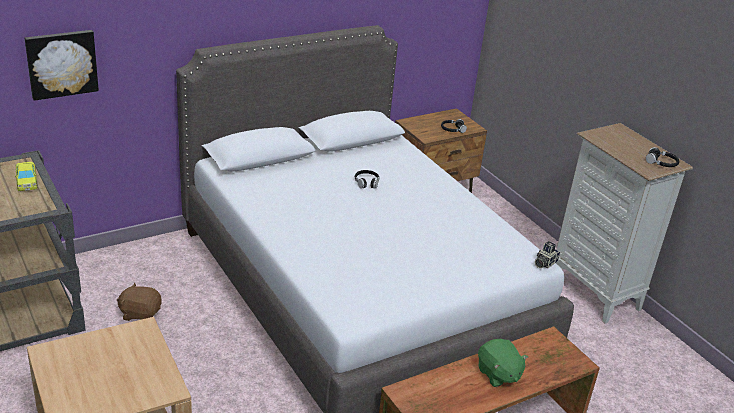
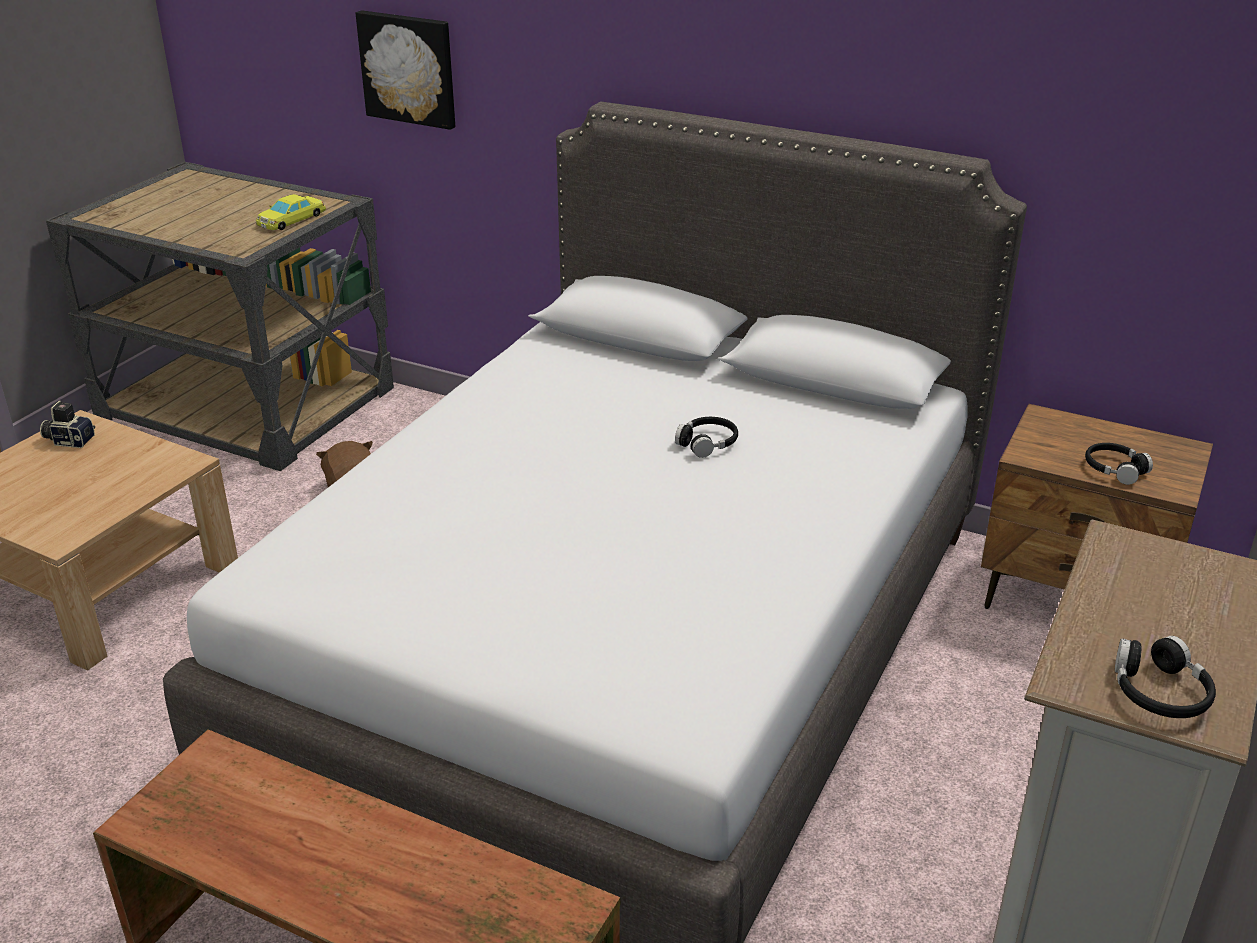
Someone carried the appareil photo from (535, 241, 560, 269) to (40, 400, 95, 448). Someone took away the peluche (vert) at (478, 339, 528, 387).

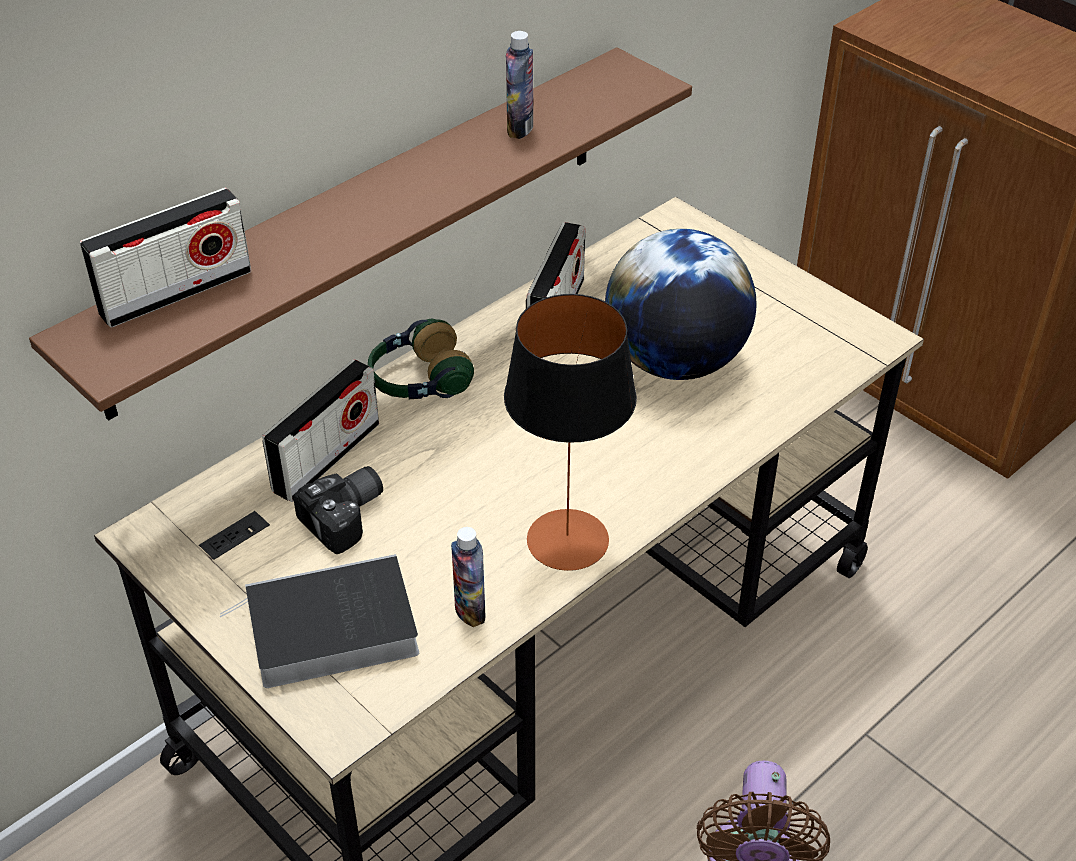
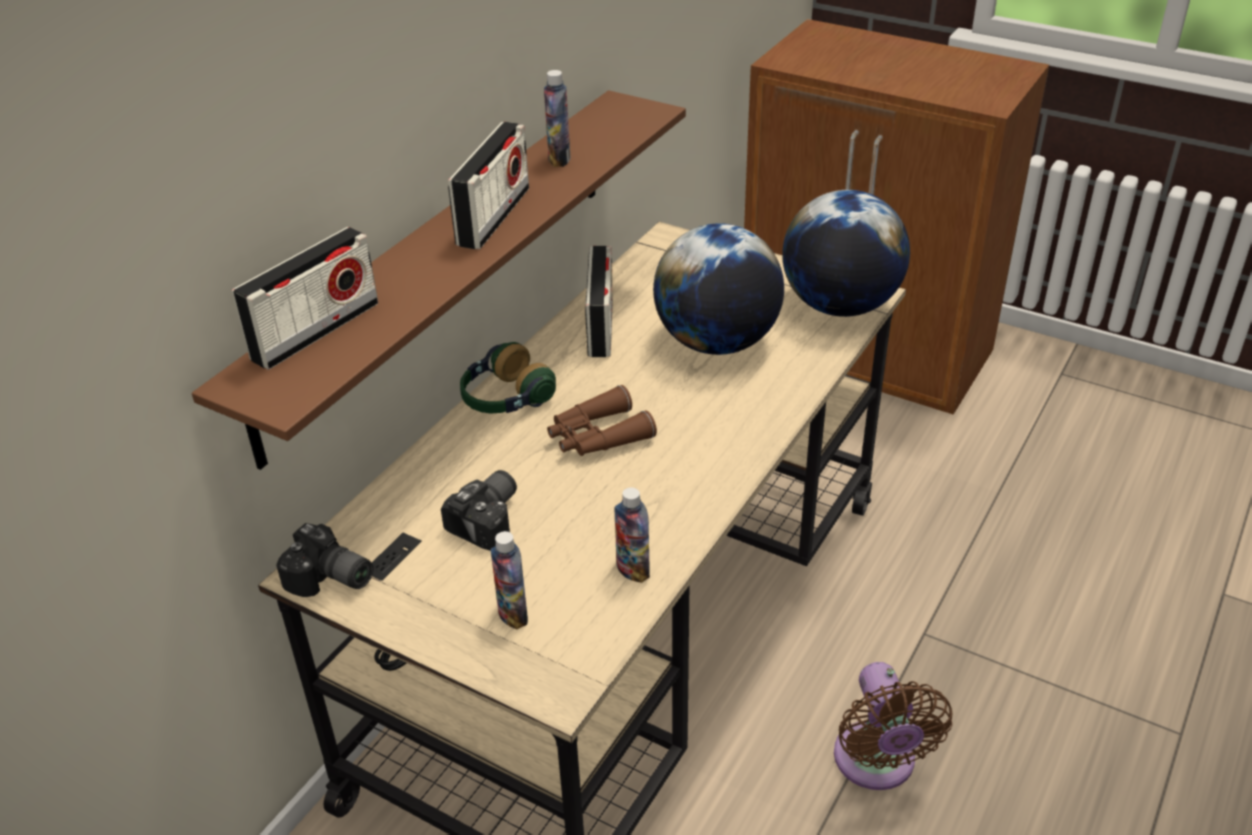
Someone took away the lampe de table at (504, 294, 637, 571). Someone carried the radio from (262, 359, 379, 502) to (448, 122, 529, 249). Someone swapped the livre at (220, 554, 419, 688) for the bouteille at (491, 531, 528, 629). Someone put down the globe at (782, 190, 910, 317). Someone put down the jumelles (marron) at (547, 385, 657, 456). Someone put down the appareil photo at (276, 523, 374, 597).

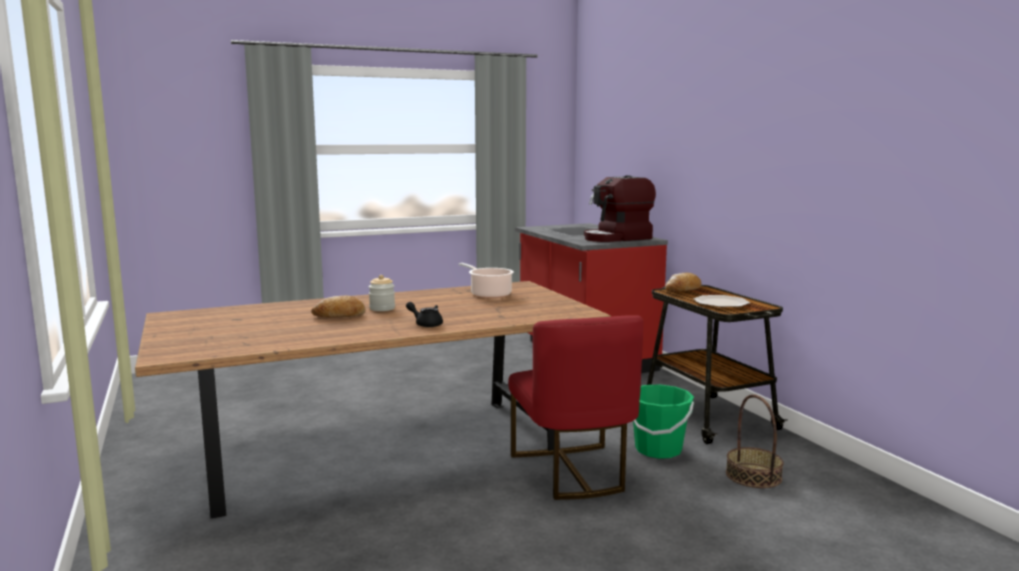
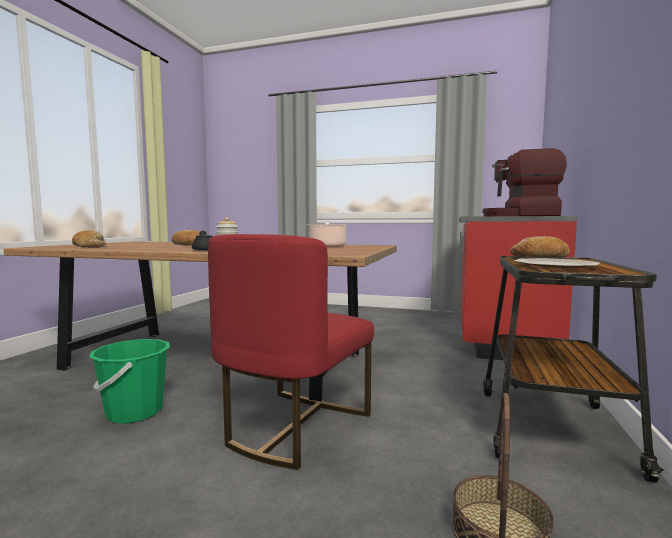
Someone carried the seau (vert) from (633, 384, 694, 459) to (89, 339, 170, 423). Someone put down the pain at (72, 230, 106, 248).

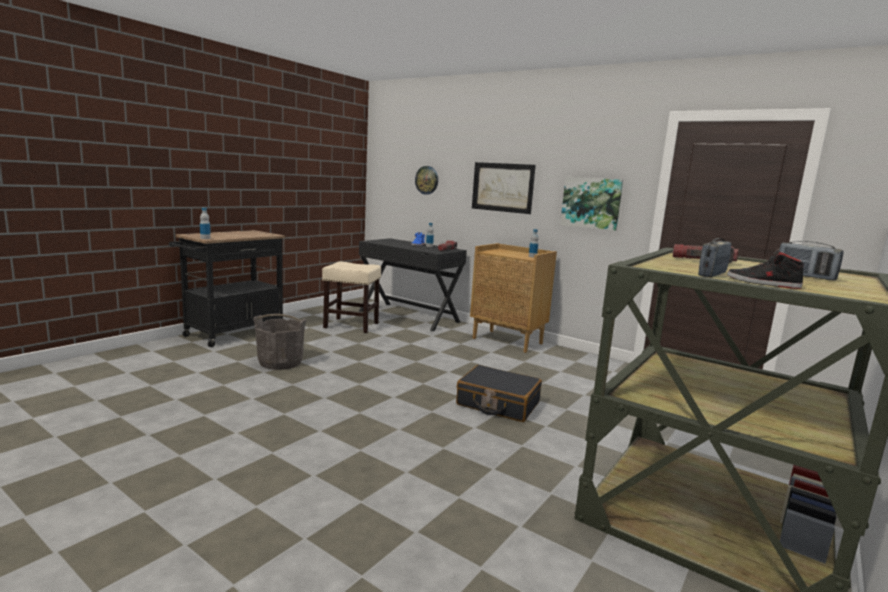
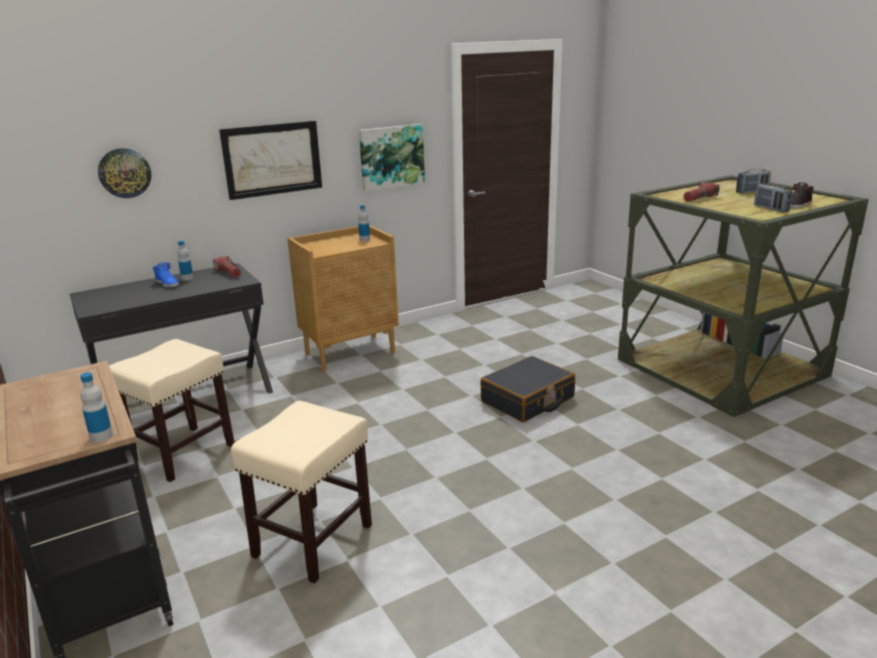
Someone swapped the seau (gris) at (253, 314, 306, 370) for the tabouret (beige) at (231, 401, 372, 583).

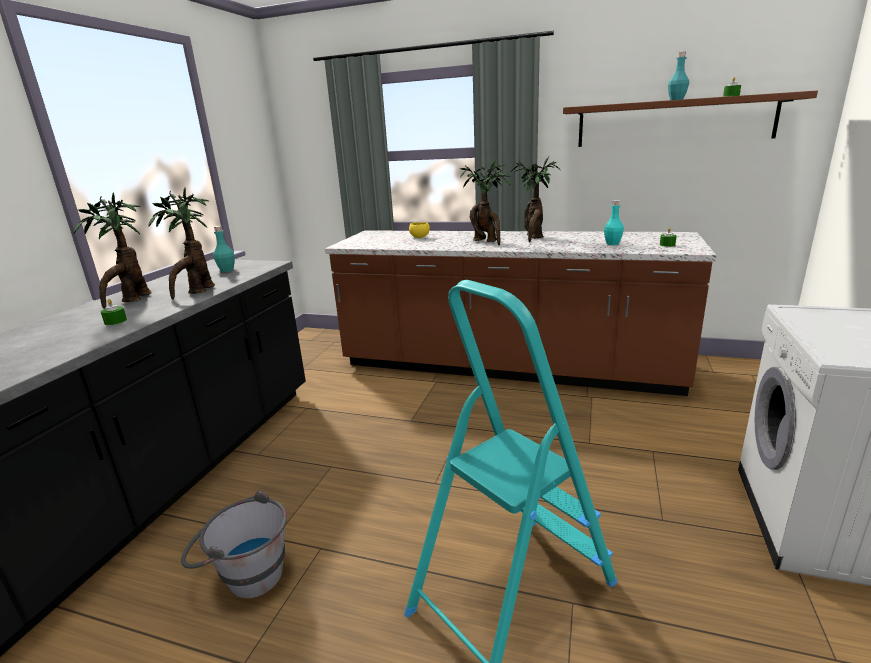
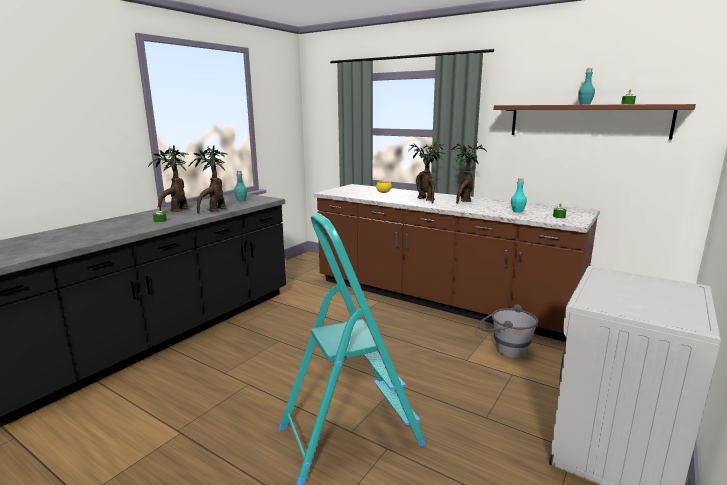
Someone carried the seau (gris) from (181, 490, 287, 599) to (478, 304, 538, 358).

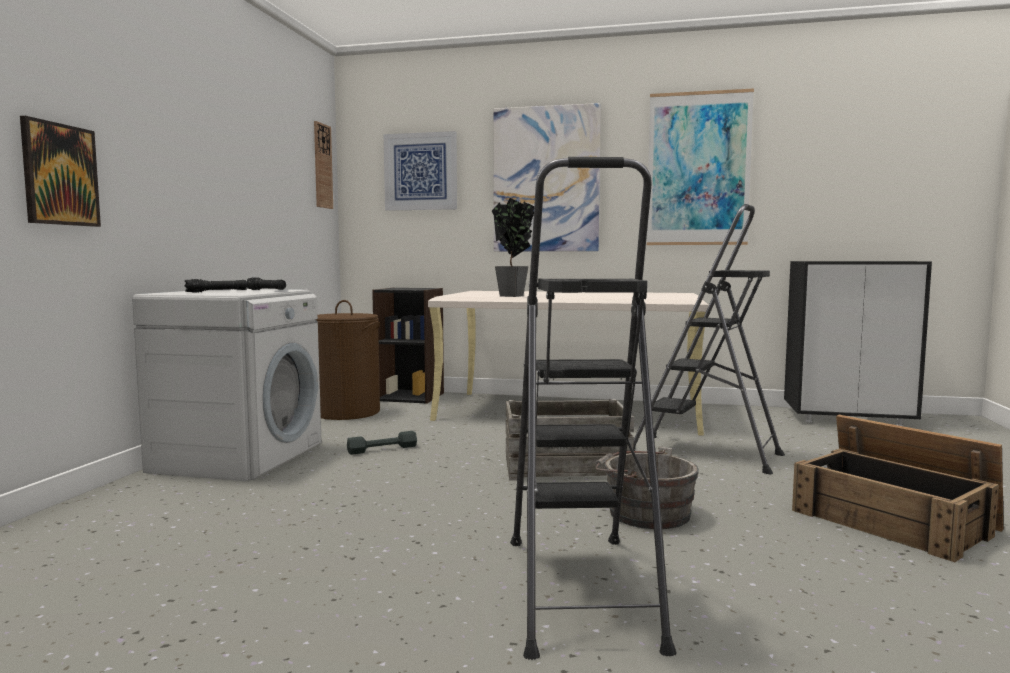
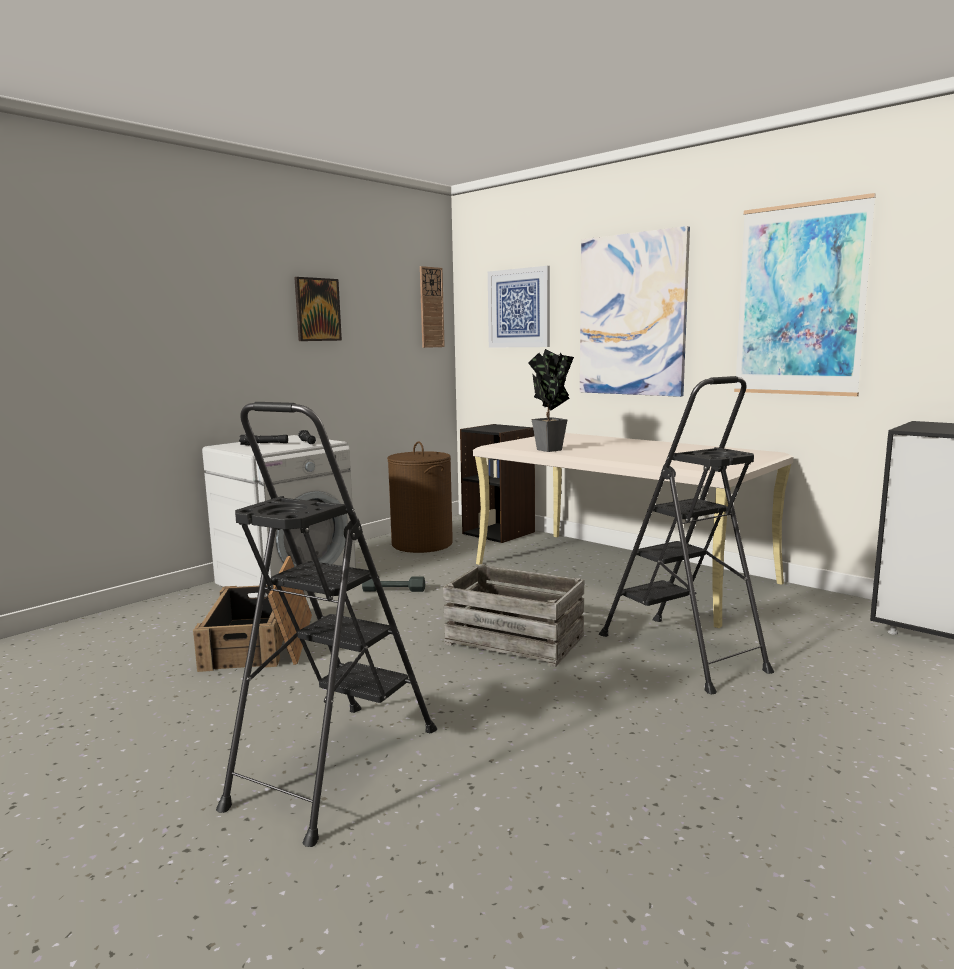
Someone carried the tableau from (20, 116, 101, 227) to (294, 277, 342, 341). Someone carried the caisse from (792, 414, 1004, 562) to (193, 556, 312, 672). Someone took away the seau (gris) at (595, 446, 699, 529).

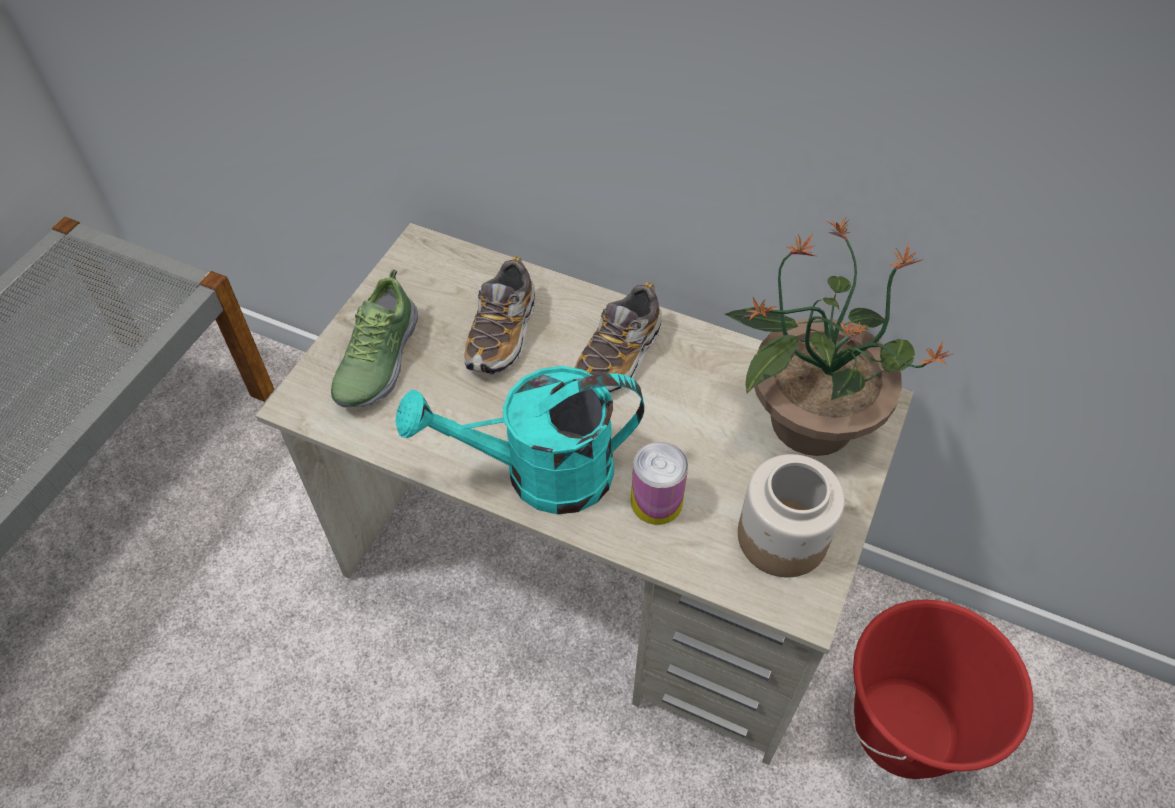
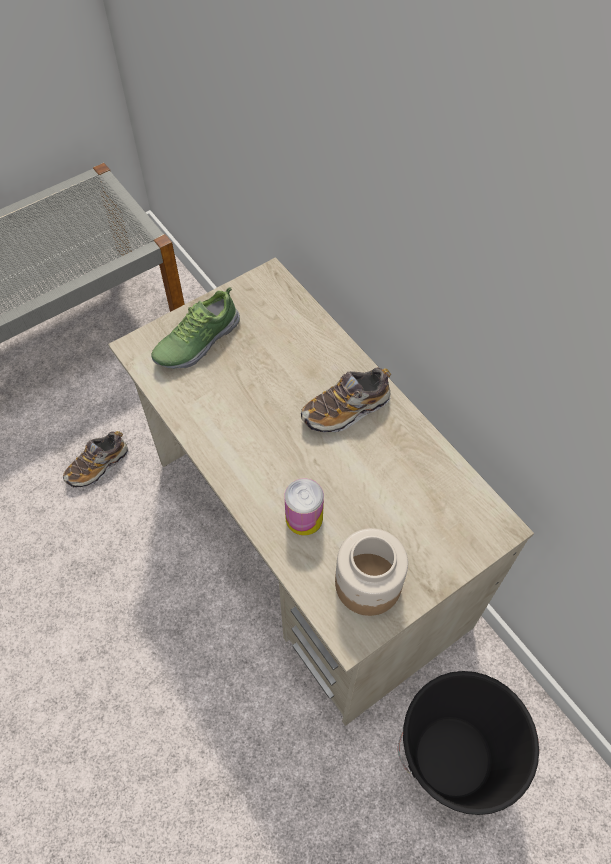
Someone took away the plante en pot at (725, 216, 955, 456). Someone carried the chaussure from (464, 256, 535, 375) to (63, 431, 129, 487). Someone took away the arrosoir (turquoise) at (396, 366, 644, 514). Someone repainted the seau (rouge) at (848, 599, 1033, 779), which became the seau (noir) at (398, 671, 539, 815).

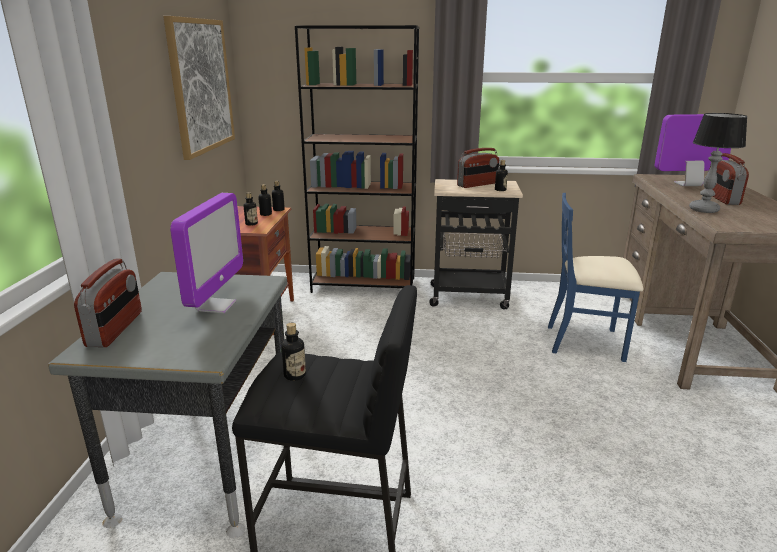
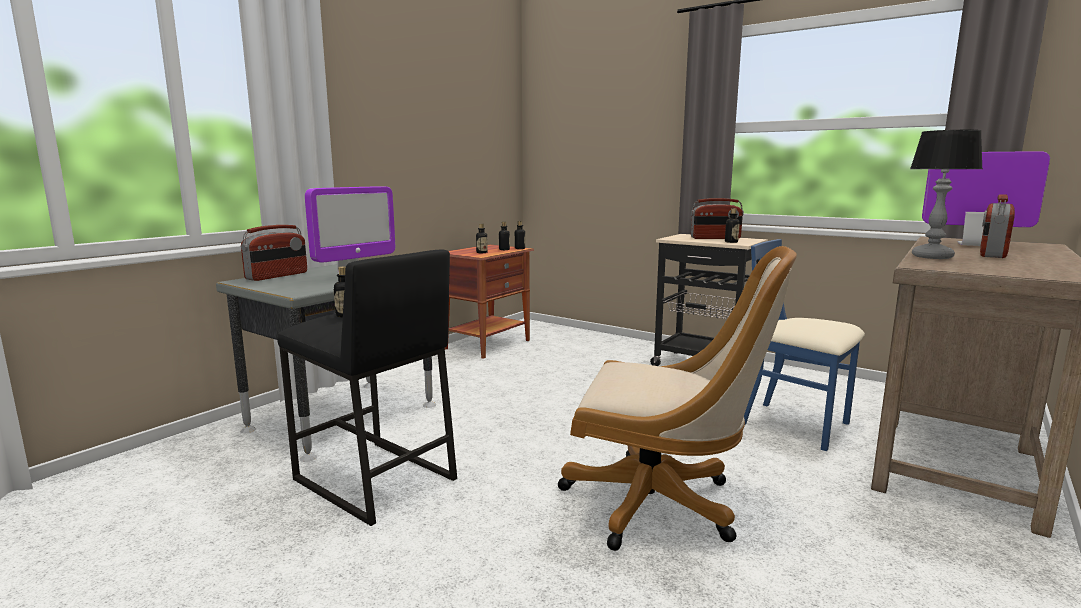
Someone took away the tableau at (163, 16, 235, 160). Someone took away the bibliothèque (marron) at (295, 25, 419, 293). Someone put down the chaise de bureau at (558, 246, 797, 551).

